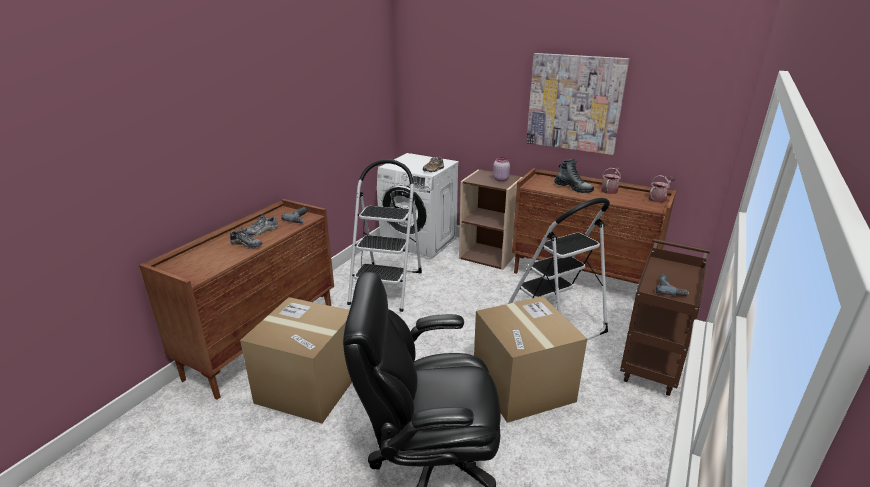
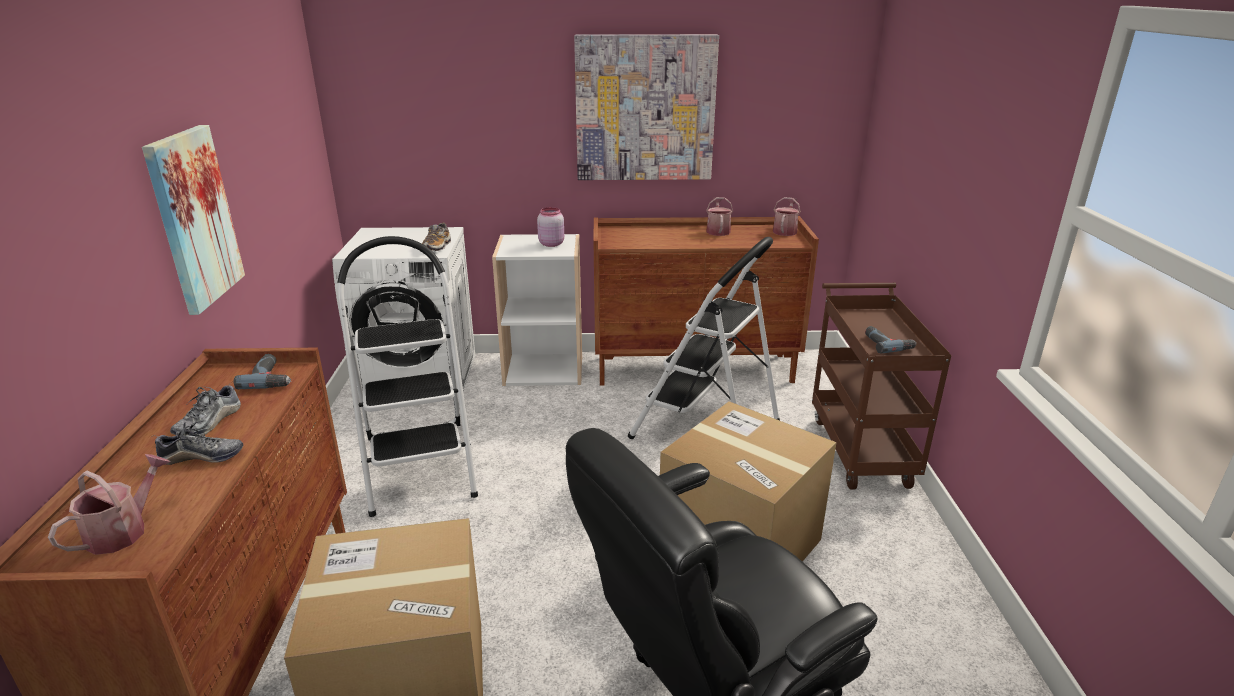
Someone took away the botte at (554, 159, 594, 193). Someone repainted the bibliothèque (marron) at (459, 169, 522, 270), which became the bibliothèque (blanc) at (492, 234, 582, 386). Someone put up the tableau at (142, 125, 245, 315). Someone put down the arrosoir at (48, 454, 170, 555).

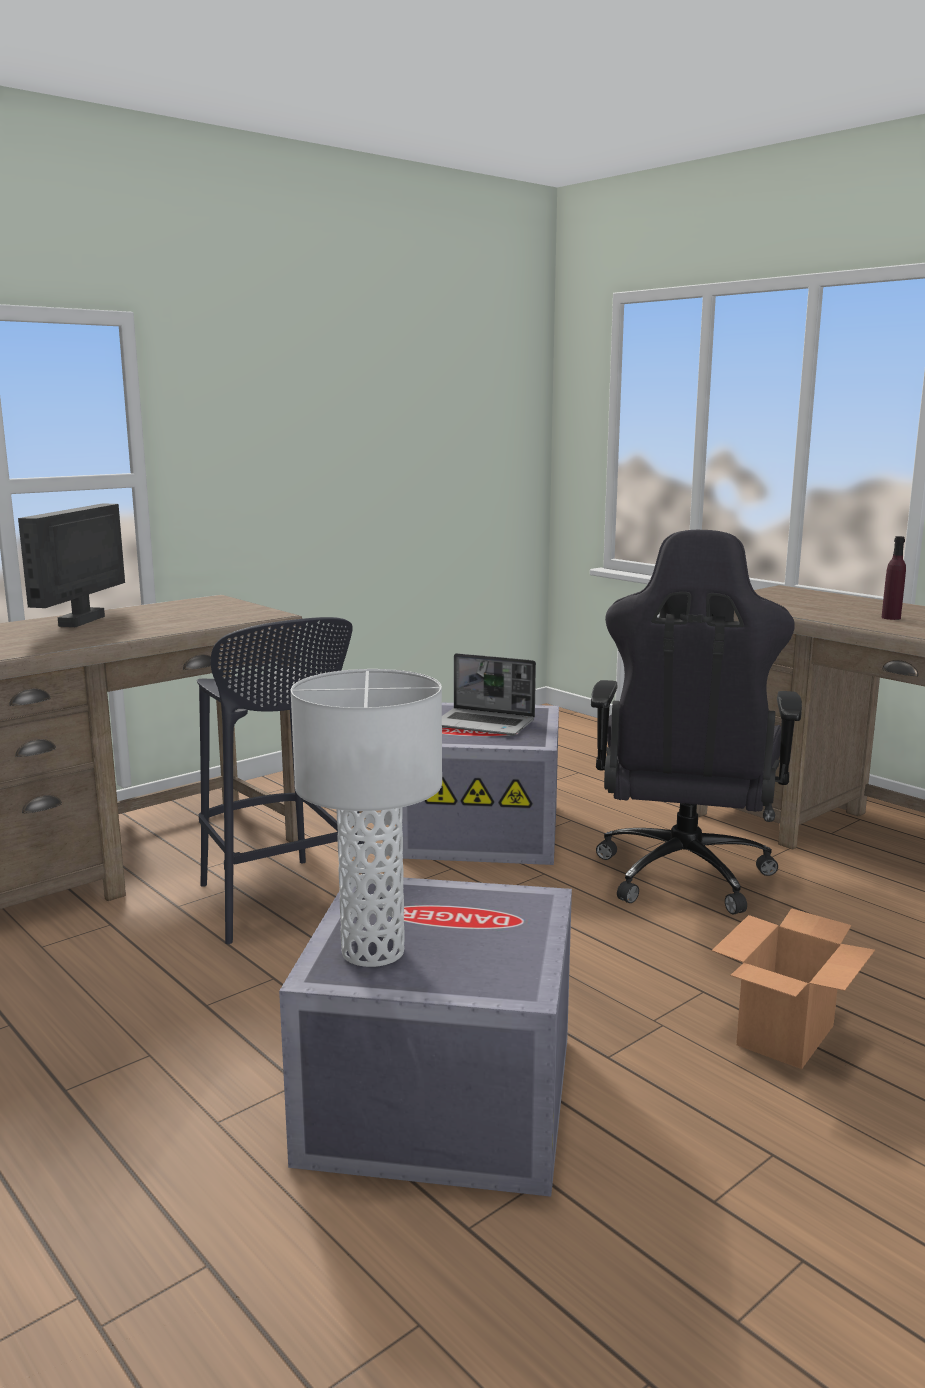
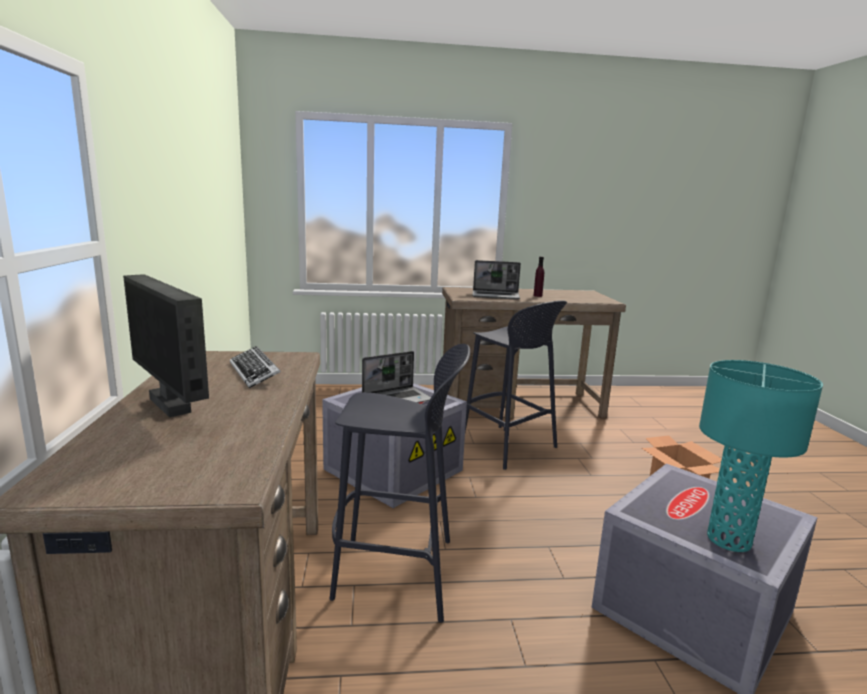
Someone swapped the chaise de bureau (noir) at (591, 530, 802, 914) for the tabouret (gris) at (465, 300, 567, 470). Someone repainted the lampe de table (blanc) at (291, 669, 442, 967), which became the lampe de table (turquoise) at (699, 360, 823, 552). Someone put down the ordinateur portable at (472, 260, 521, 300). Someone put down the clavier at (230, 346, 281, 388).

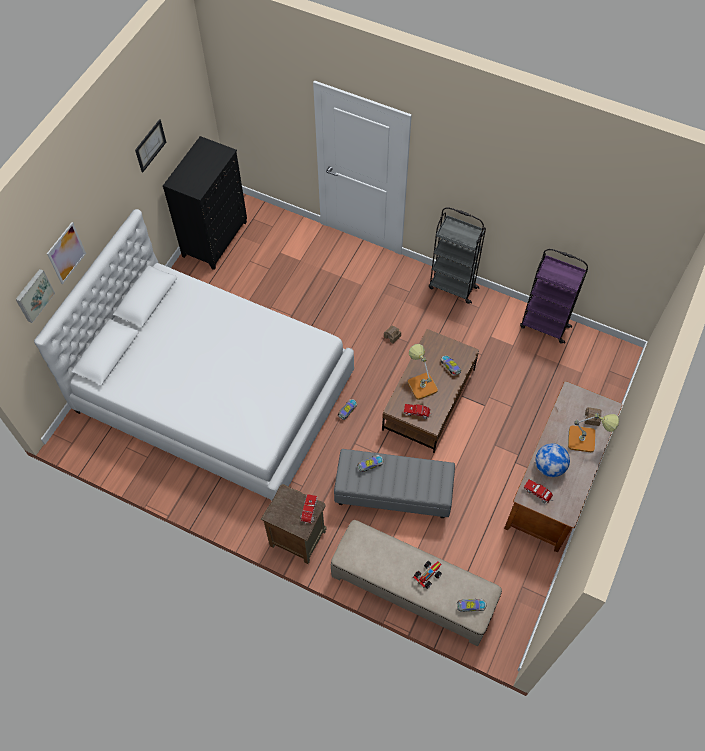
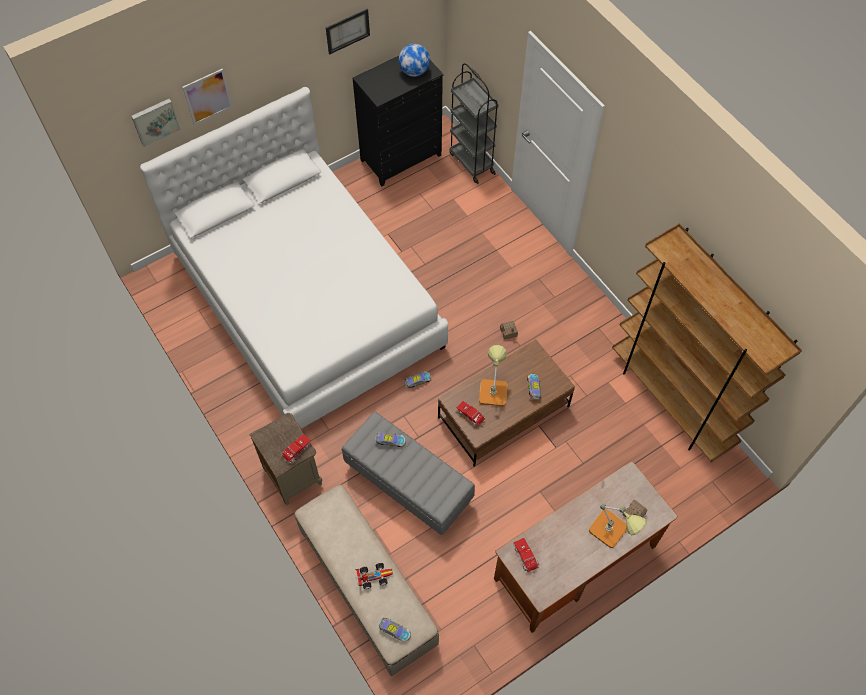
Someone carried the chariot (gris) from (429, 208, 486, 304) to (450, 63, 499, 184). Someone swapped the chariot (violet) at (520, 249, 588, 344) for the bibliothèque (marron) at (612, 224, 802, 462). Someone carried the globe from (536, 443, 570, 477) to (399, 44, 430, 77).

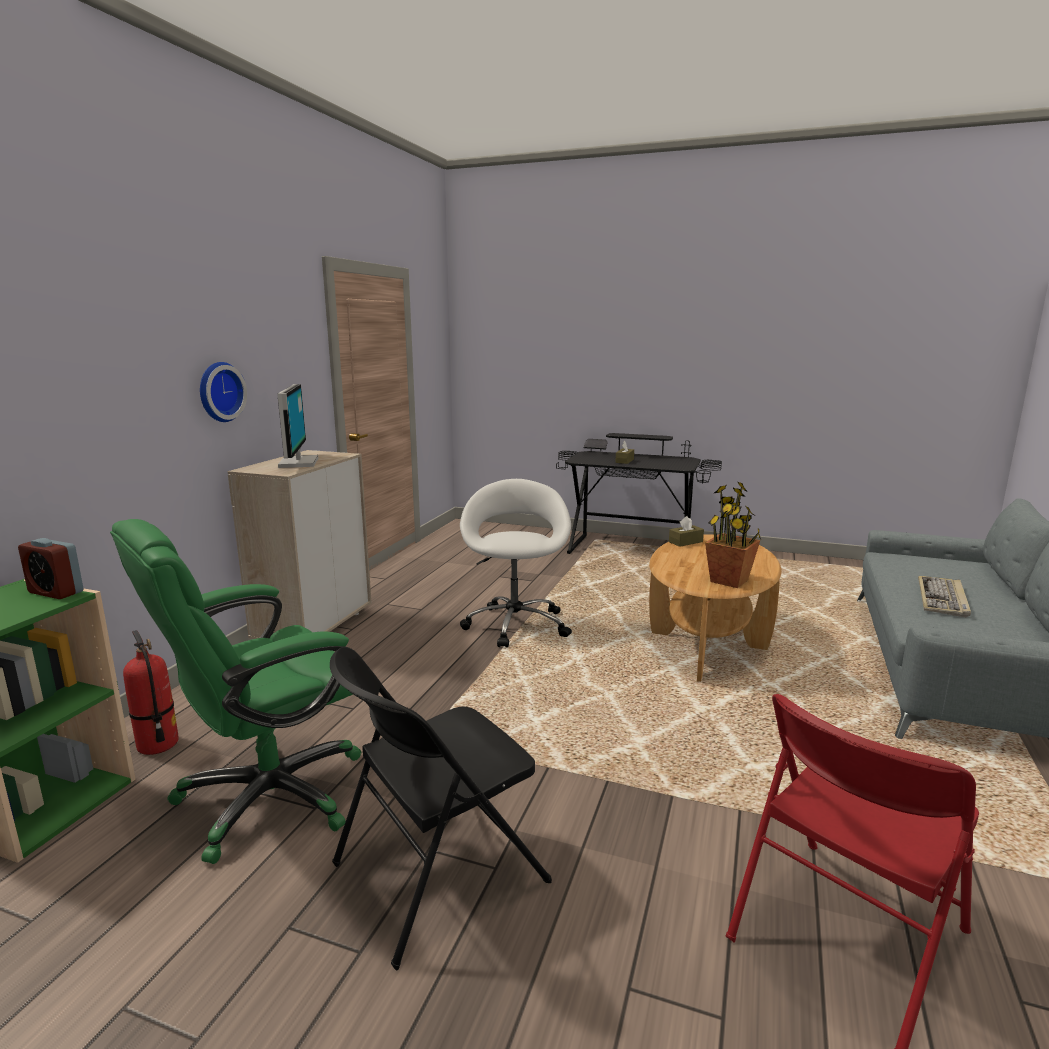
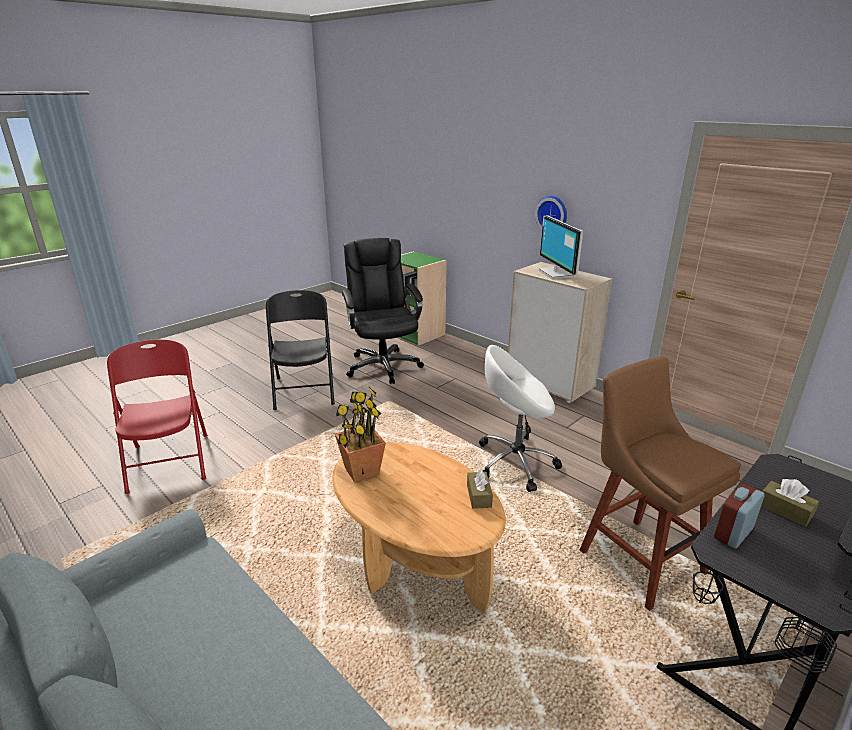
Someone rotated the écran d'ordinateur at (277, 384, 318, 468) by 60 degrees clockwise. Someone rotated the chaise de bureau (blanc) at (460, 479, 572, 647) by 150 degrees clockwise. Someone repainted the chaise de bureau (vert) at (110, 519, 362, 864), which became the chaise de bureau (noir) at (342, 238, 424, 384). Someone carried the réveil from (18, 538, 84, 599) to (714, 484, 765, 549). Someone took away the clavier at (918, 576, 971, 617). Someone took away the extincteur at (123, 630, 179, 755). Someone put down the tabouret (marron) at (580, 356, 741, 611).

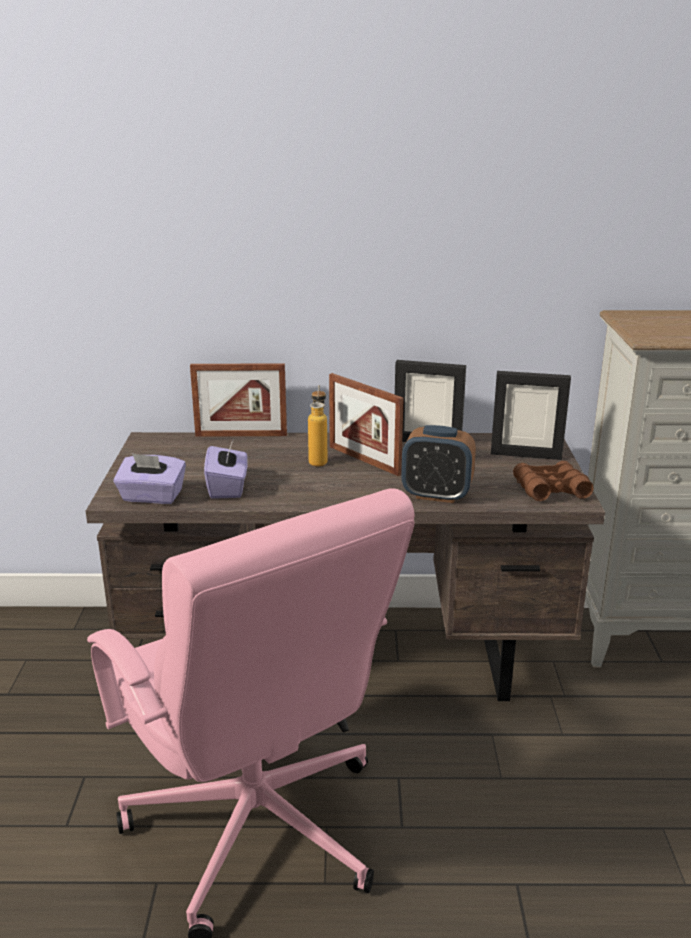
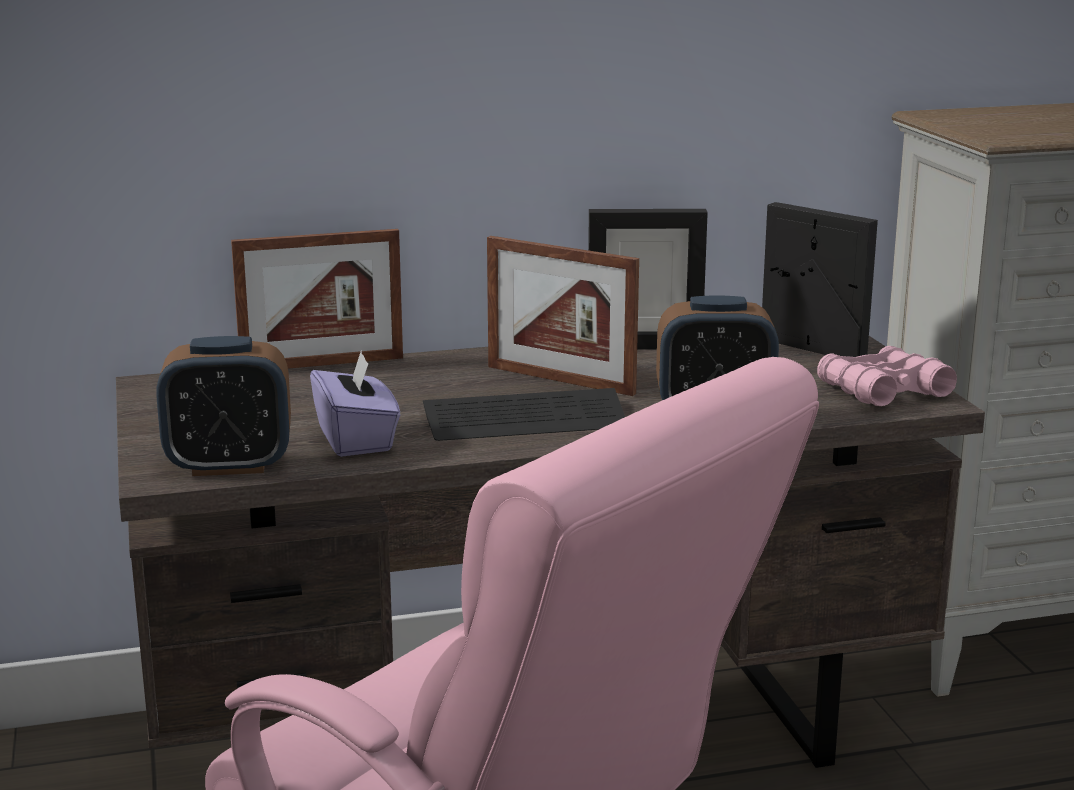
Someone rotated the cadre photo at (491, 371, 571, 460) by 135 degrees counterclockwise. Someone took away the bouteille at (308, 385, 327, 467). Someone swapped the boîte à mouchoirs (violet) at (113, 453, 186, 504) for the réveil at (156, 336, 291, 476). Someone repainted the jumelles (marron) at (513, 461, 594, 501), which became the jumelles (rose) at (817, 346, 957, 406). Someone put down the clavier at (423, 388, 625, 441).

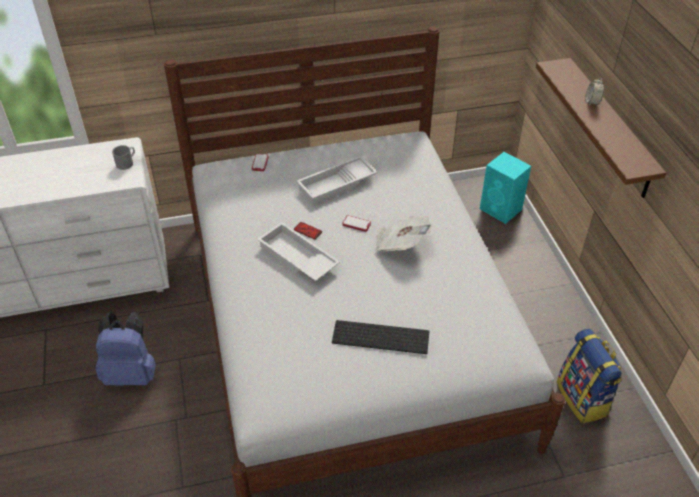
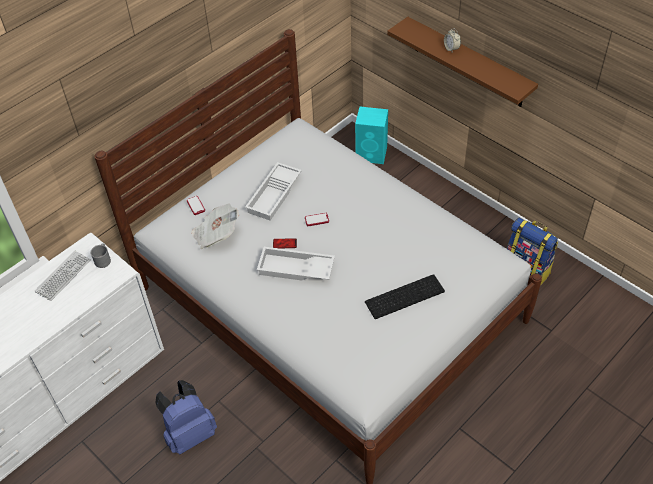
Someone carried the journal from (375, 216, 432, 252) to (191, 203, 239, 249). Someone put down the clavier at (35, 251, 90, 301).

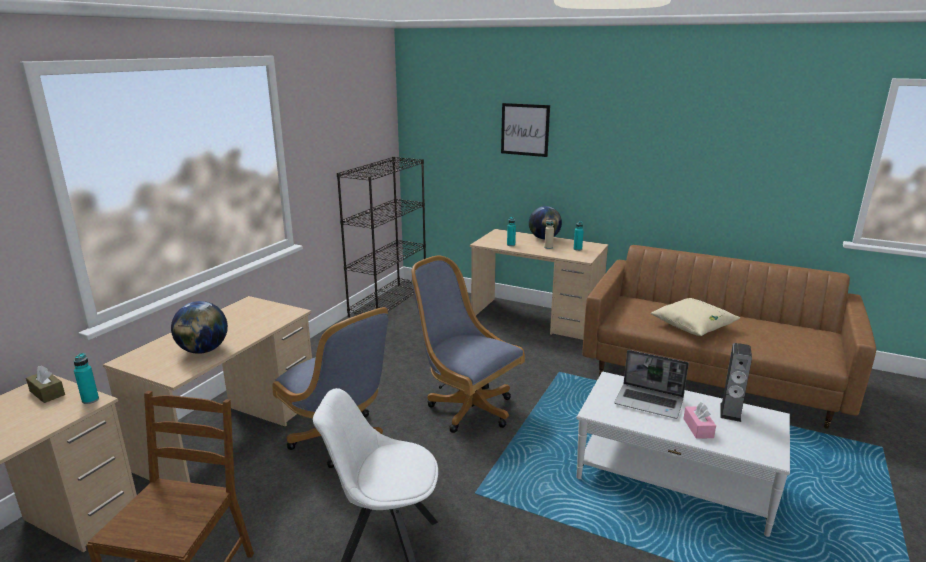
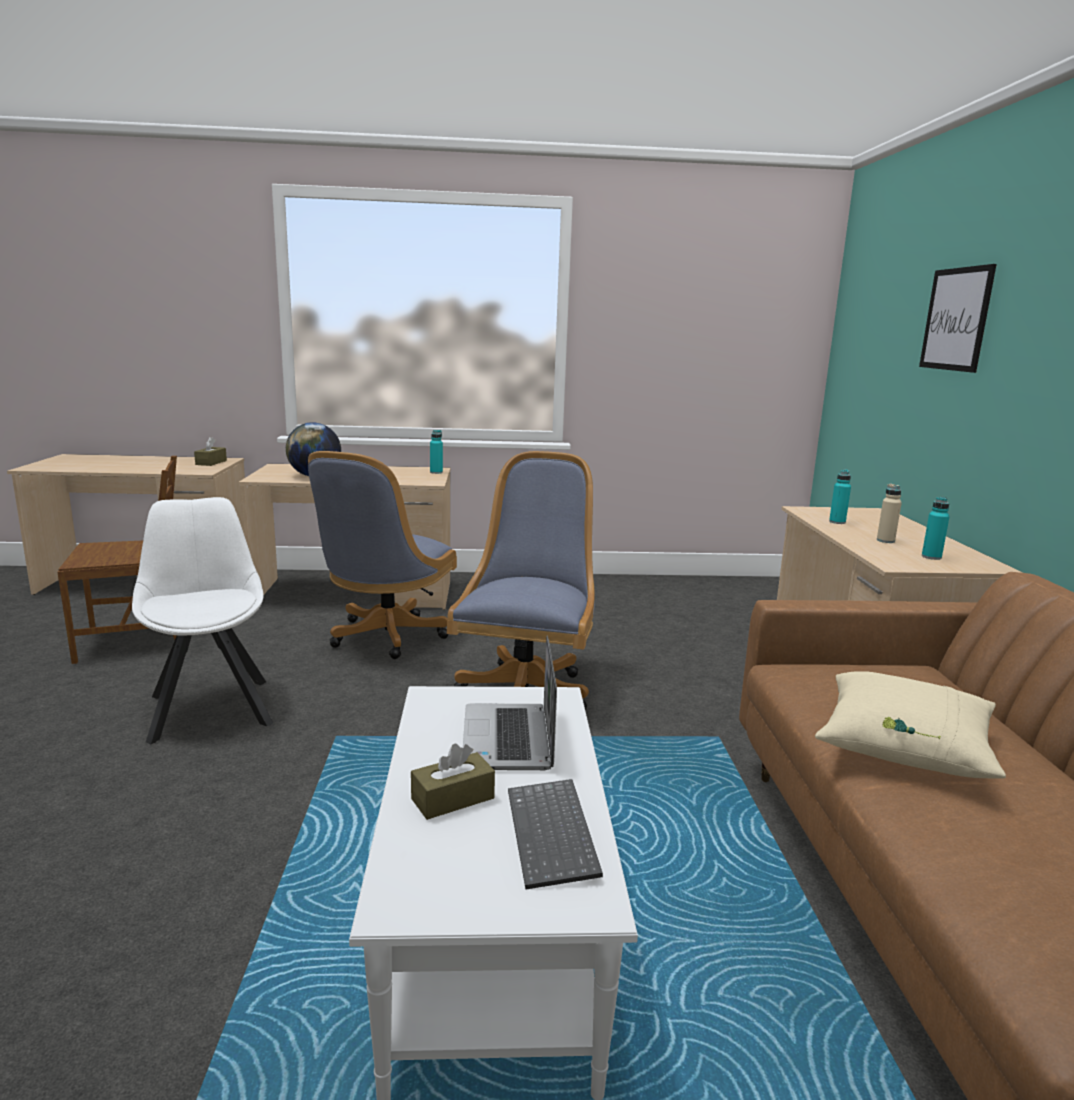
Someone took away the bibliothèque (noir) at (337, 157, 426, 317). Someone took away the globe at (529, 206, 562, 239). Someone swapped the enceinte at (720, 343, 752, 422) for the clavier at (508, 779, 603, 889). Someone carried the bouteille (turquoise) from (74, 353, 99, 404) to (430, 430, 443, 474). Someone repainted the boîte à mouchoirs (rose) at (683, 402, 716, 439), which became the boîte à mouchoirs (marron) at (411, 744, 495, 820).

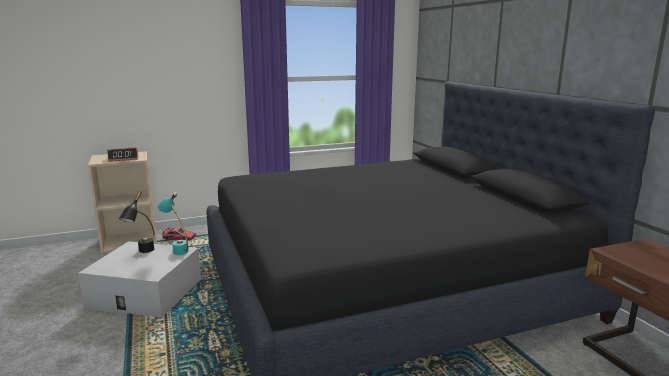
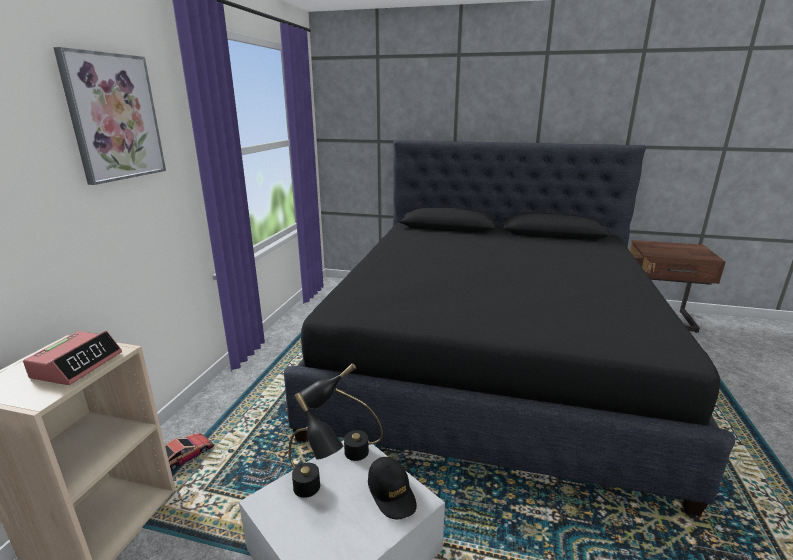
Someone repainted the lampe de table (turquoise) at (158, 193, 189, 255), which became the lampe de table (noir) at (301, 363, 383, 461). Someone put up the tableau at (53, 47, 166, 185). Someone put down the casquette (noir) at (368, 457, 417, 519).

